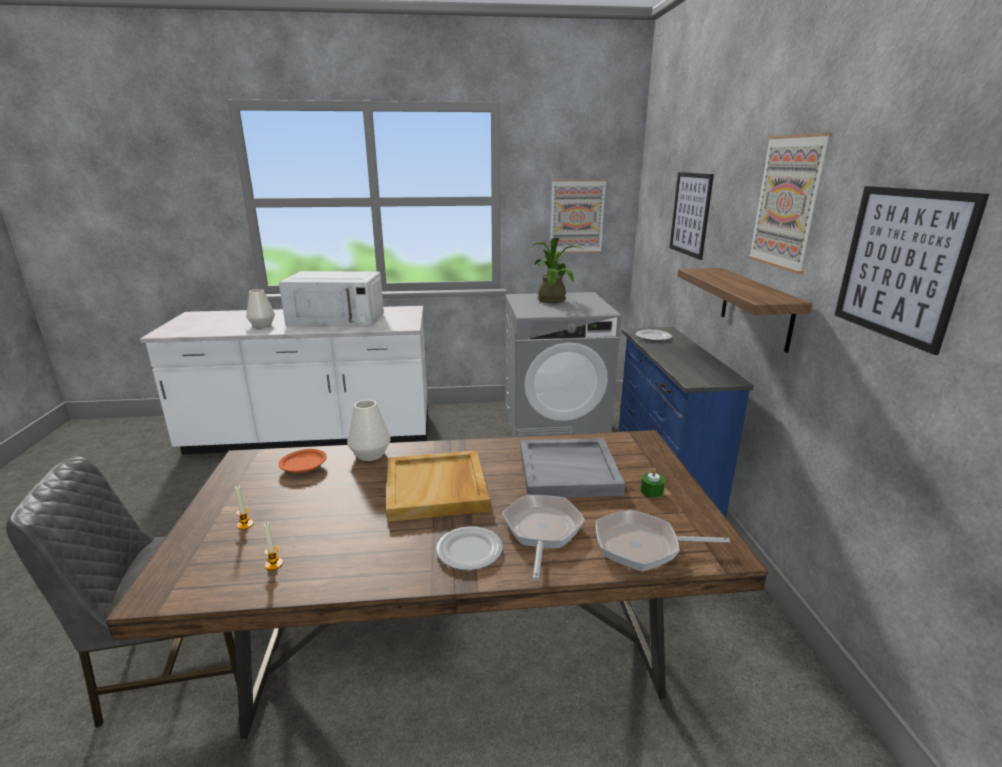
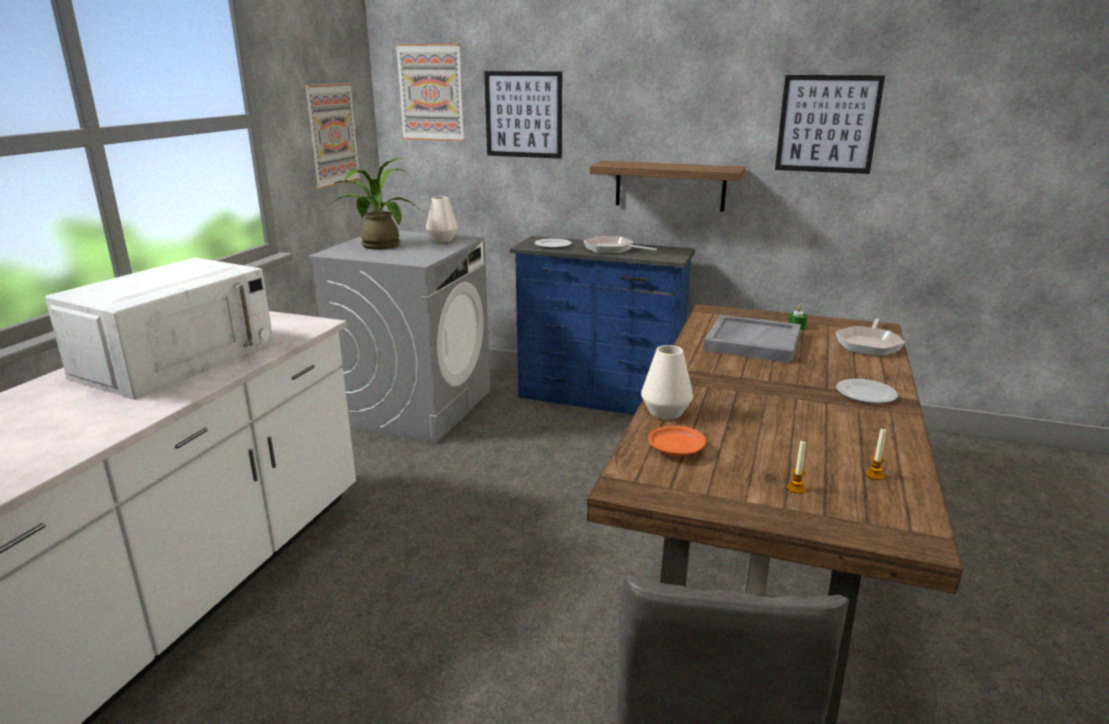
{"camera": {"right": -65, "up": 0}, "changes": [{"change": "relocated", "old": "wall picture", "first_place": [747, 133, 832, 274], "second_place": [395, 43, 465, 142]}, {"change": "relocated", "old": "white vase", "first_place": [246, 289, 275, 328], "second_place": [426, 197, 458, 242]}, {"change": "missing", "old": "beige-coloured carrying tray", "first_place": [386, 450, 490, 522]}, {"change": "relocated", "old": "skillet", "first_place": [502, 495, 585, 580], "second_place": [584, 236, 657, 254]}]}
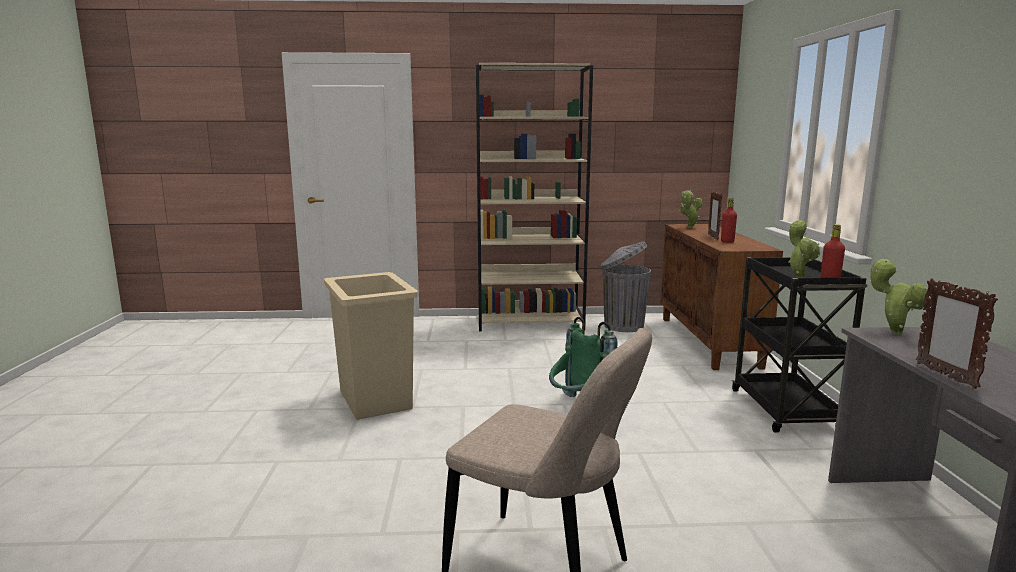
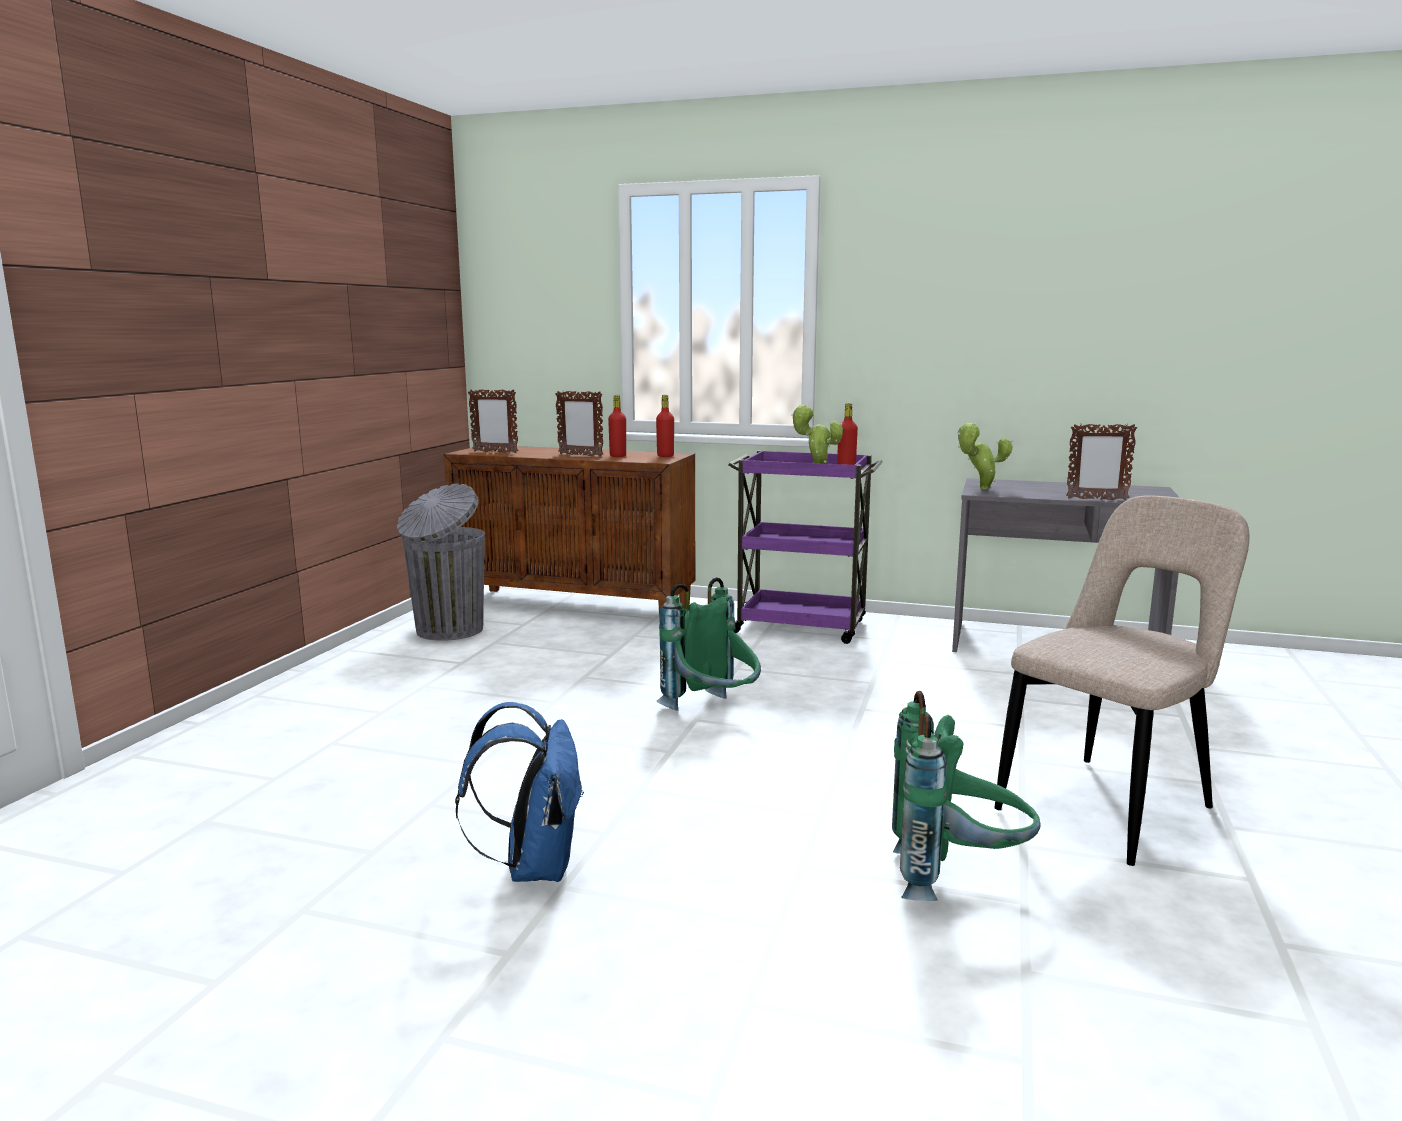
{"camera": {"right": -70, "up": 0}, "changes": [{"change": "missing", "old": "beige-coloured bookshelf", "first_place": [476, 63, 593, 331]}, {"change": "exchanged", "old": "plant in a pot", "new": "photo frame", "first_place": [679, 190, 702, 228], "second_place": [468, 389, 518, 453]}, {"change": "colour", "old": "black trolley", "new": "purple trolley", "first_place": [732, 257, 868, 432], "second_place": [729, 450, 883, 644]}, {"change": "exchanged", "old": "beige-coloured trash can", "new": "bluish knapsack", "first_place": [324, 272, 418, 420], "second_place": [455, 702, 584, 882]}, {"change": "appeared", "new": "red-coloured beverage bottle", "second_place": [656, 395, 674, 457]}, {"change": "appeared", "new": "greenish knapsack", "second_place": [892, 691, 1041, 901]}]}
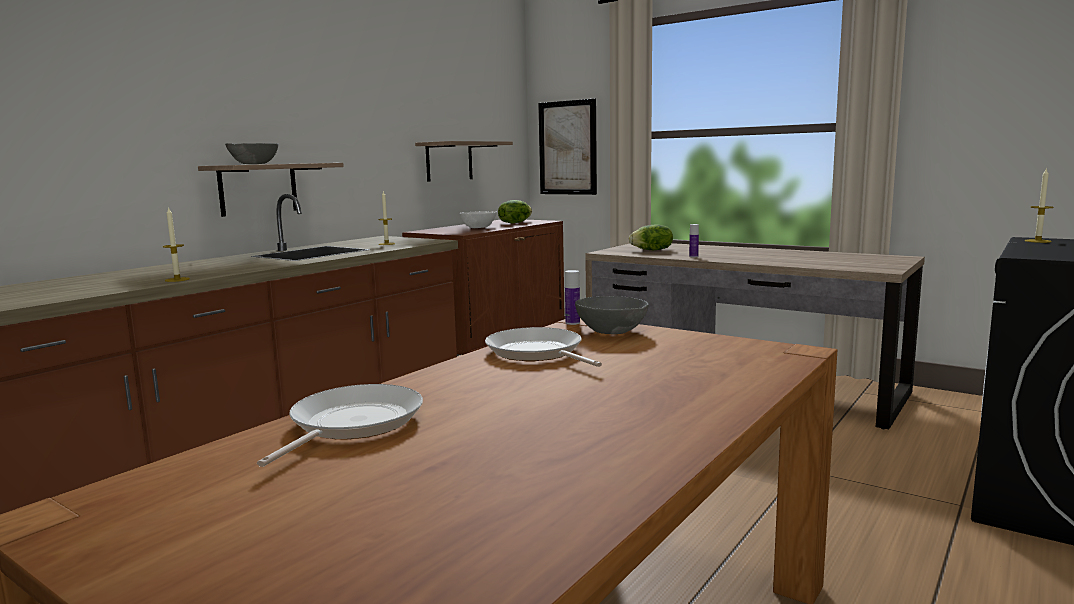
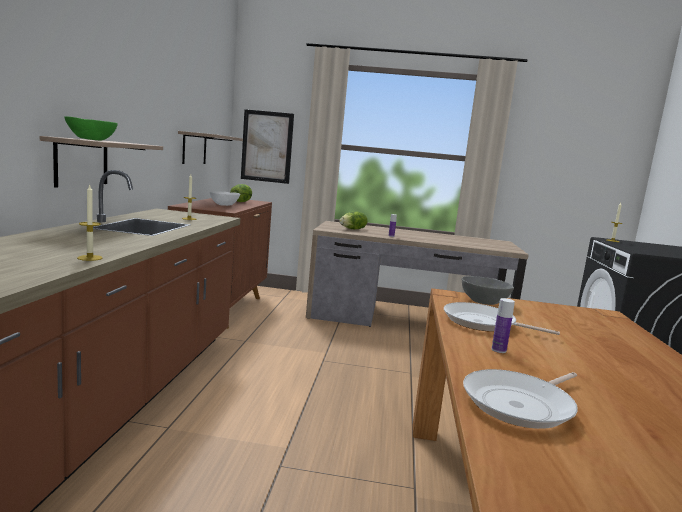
{"camera": {"right": -30, "up": 0}, "changes": [{"change": "colour", "old": "grey serving bowl", "new": "greenish serving bowl", "first_place": [225, 143, 278, 164], "second_place": [64, 116, 118, 140]}, {"change": "relocated", "old": "beverage bottle", "first_place": [565, 270, 580, 325], "second_place": [492, 298, 515, 353]}, {"change": "spun", "old": "skillet", "first_place": [257, 384, 423, 467], "second_place": [463, 369, 578, 429], "degrees": -120}]}
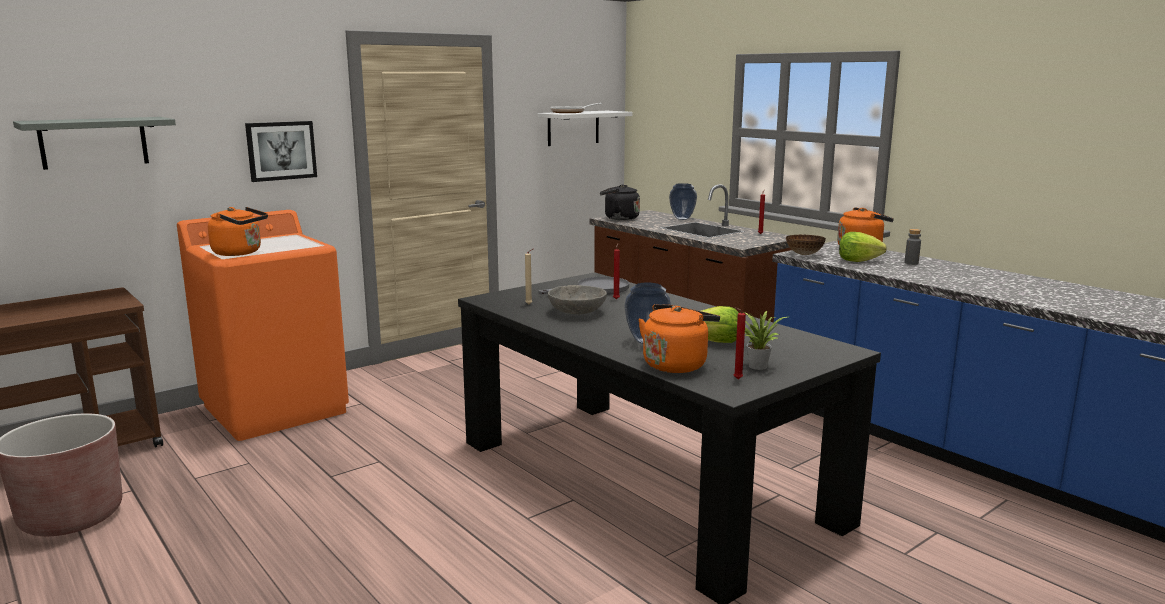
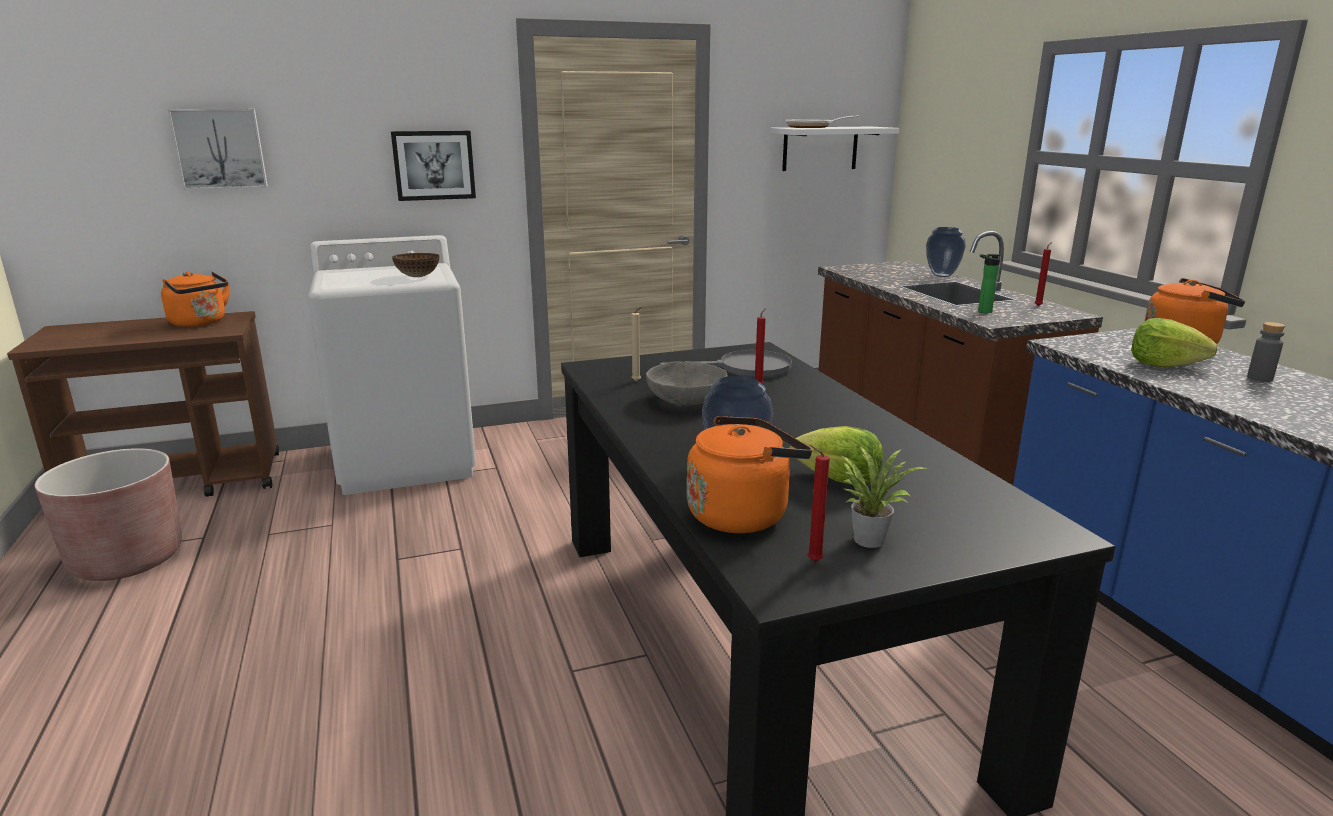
{"camera": {"right": 20, "up": 5}, "changes": [{"change": "exchanged", "old": "grey wall shelf", "new": "wall picture", "first_place": [13, 117, 176, 170], "second_place": [168, 109, 268, 190]}, {"change": "missing", "old": "black kettle", "first_place": [600, 184, 640, 220]}, {"change": "relocated", "old": "orange-coloured kettle", "first_place": [208, 207, 268, 256], "second_place": [161, 271, 230, 327]}, {"change": "colour", "old": "orange-coloured washing machine", "new": "white washing machine", "first_place": [177, 210, 349, 441], "second_place": [307, 235, 476, 495]}, {"change": "relocated", "old": "serving bowl", "first_place": [786, 235, 826, 255], "second_place": [392, 253, 439, 277]}, {"change": "appeared", "new": "beverage bottle", "second_place": [978, 254, 1001, 313]}]}
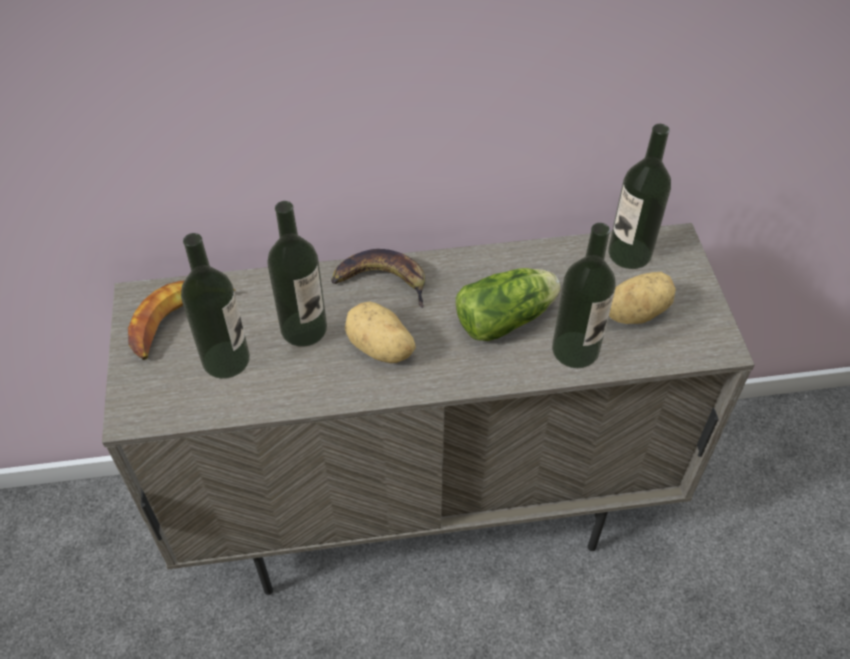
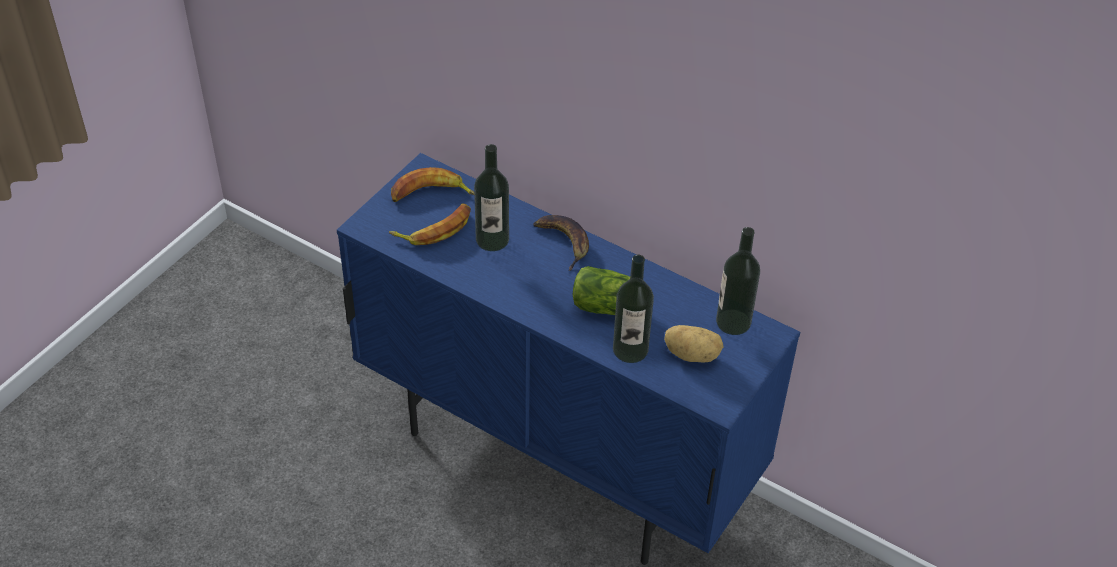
{"camera": {"right": 40, "up": -5}, "changes": [{"change": "colour", "old": "beige-coloured cabinet", "new": "bluish cabinet", "first_place": [102, 223, 755, 595], "second_place": [337, 153, 800, 565]}, {"change": "exchanged", "old": "beverage bottle", "new": "banana fruit", "first_place": [181, 233, 250, 379], "second_place": [389, 203, 471, 245]}, {"change": "missing", "old": "potato", "first_place": [345, 301, 416, 363]}]}
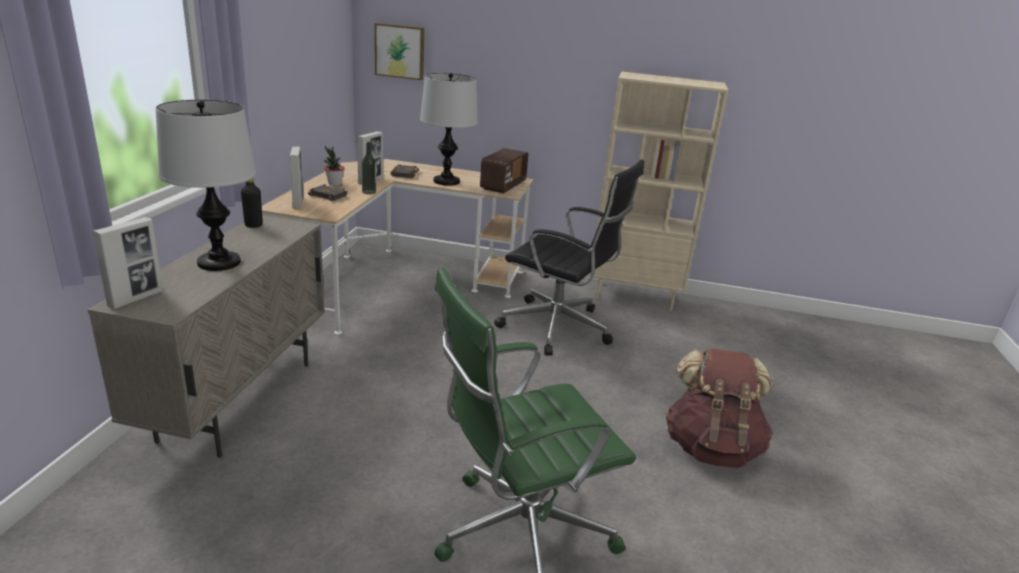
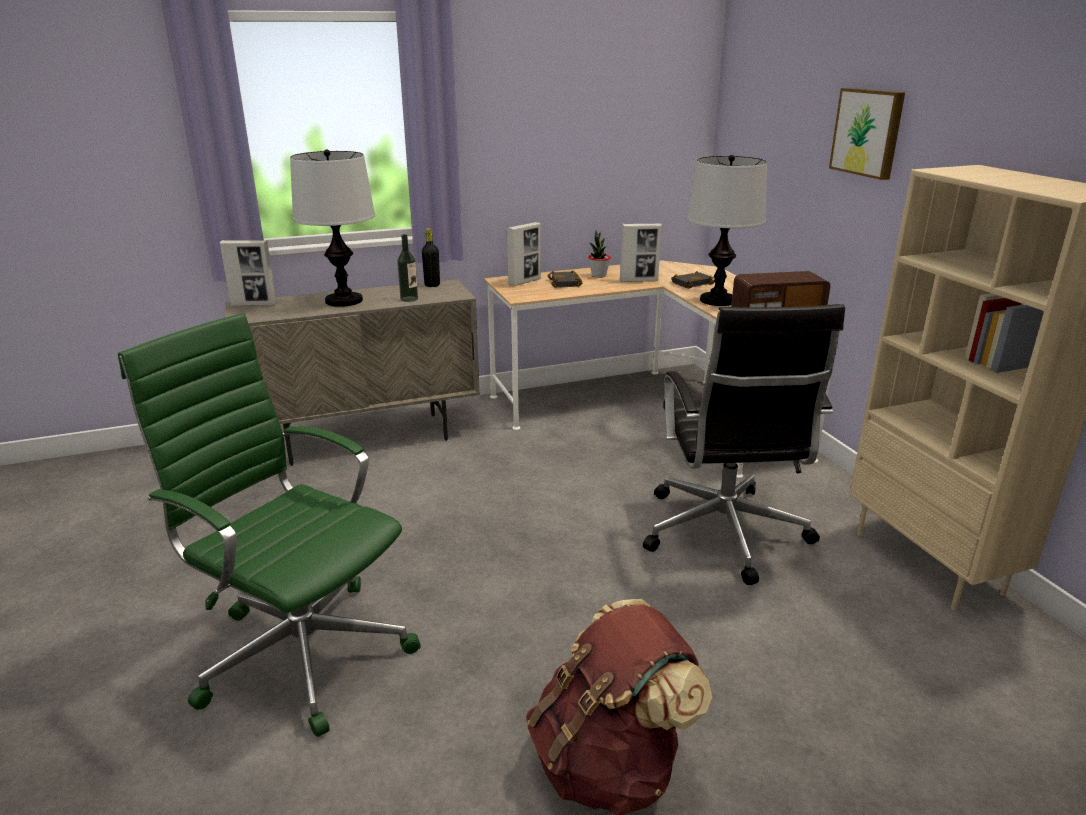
{"camera": {"right": 60, "up": 0}, "changes": [{"change": "relocated", "old": "wall picture", "first_place": [375, 23, 424, 80], "second_place": [829, 88, 905, 180]}, {"change": "relocated", "old": "beverage bottle", "first_place": [362, 142, 376, 194], "second_place": [397, 234, 418, 302]}]}
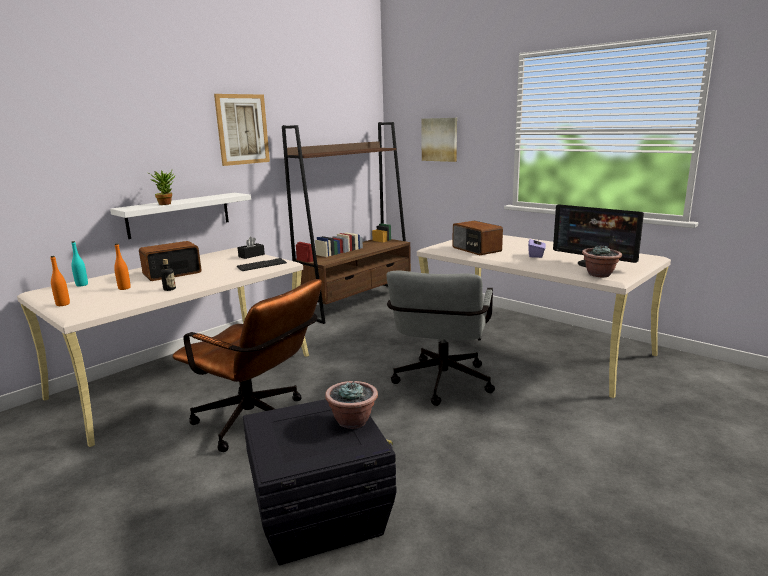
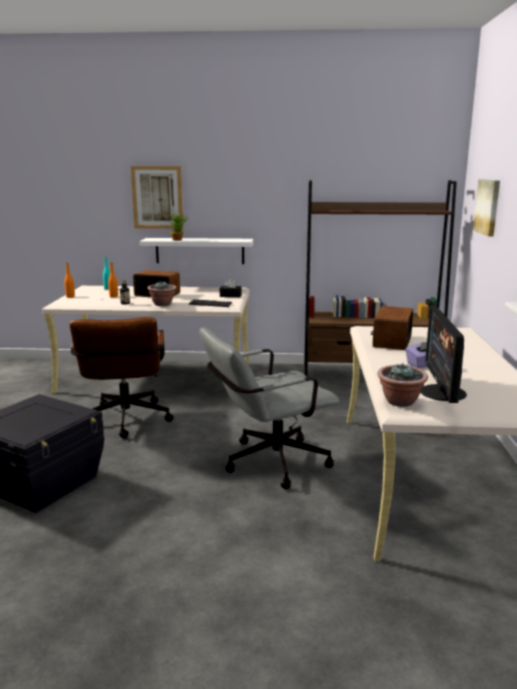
{"camera": {"right": 50, "up": 0}, "changes": [{"change": "relocated", "old": "wall picture", "first_place": [214, 94, 270, 166], "second_place": [131, 166, 183, 229]}, {"change": "relocated", "old": "plant in a pot", "first_place": [325, 381, 378, 429], "second_place": [147, 281, 177, 306]}]}
